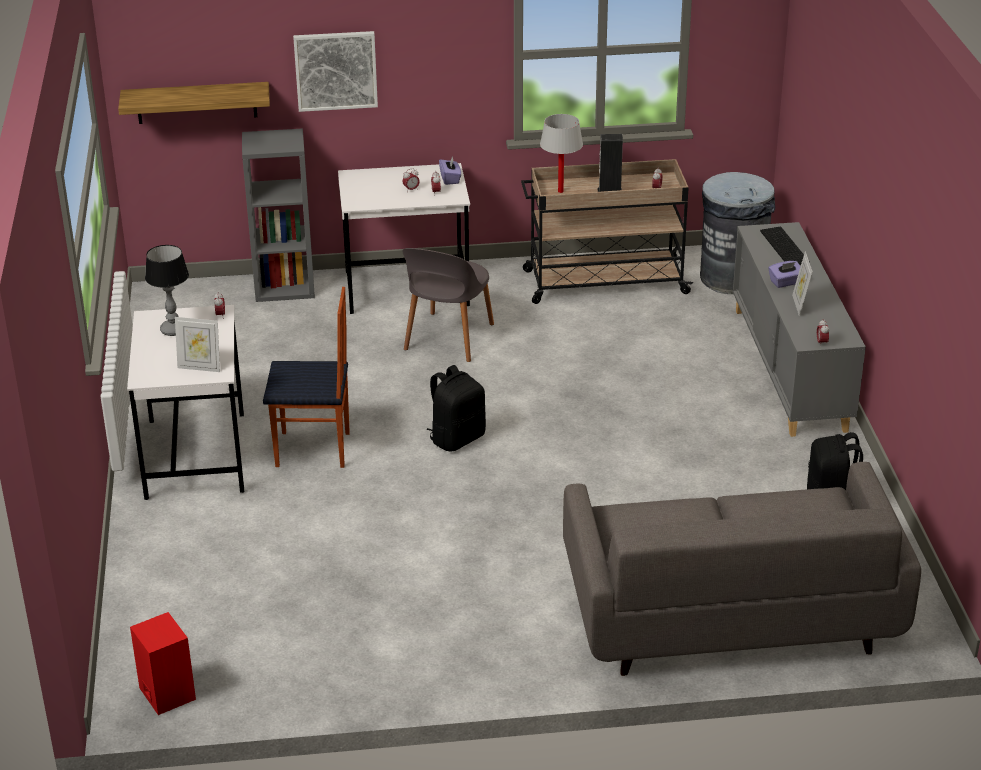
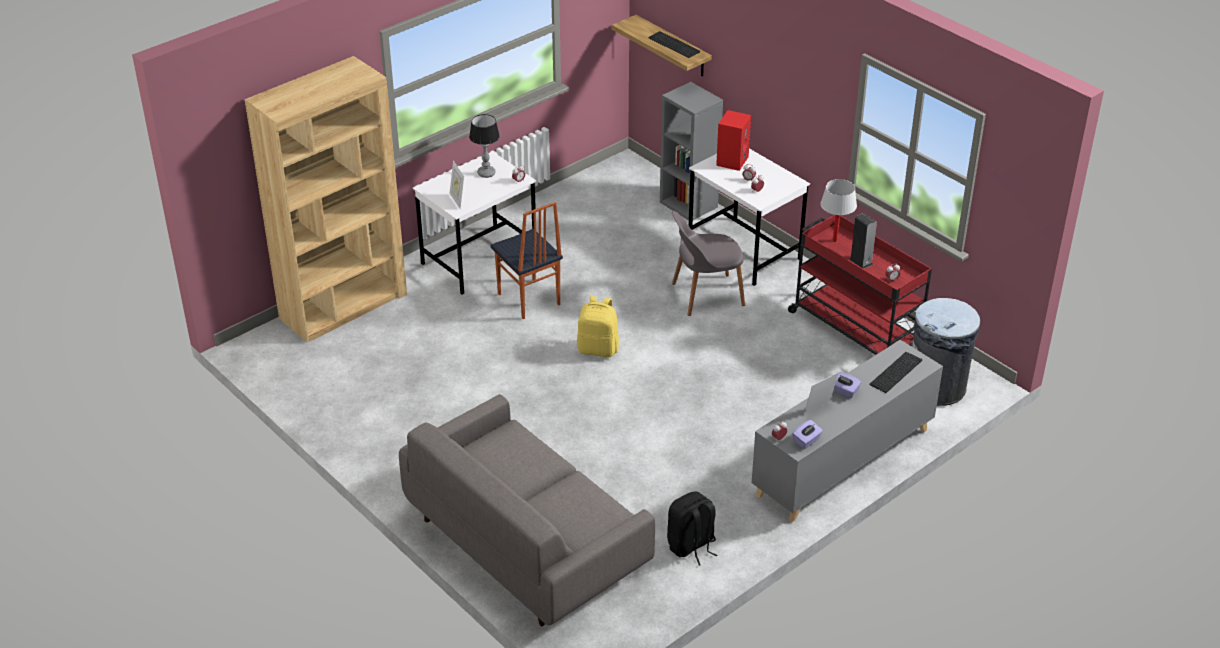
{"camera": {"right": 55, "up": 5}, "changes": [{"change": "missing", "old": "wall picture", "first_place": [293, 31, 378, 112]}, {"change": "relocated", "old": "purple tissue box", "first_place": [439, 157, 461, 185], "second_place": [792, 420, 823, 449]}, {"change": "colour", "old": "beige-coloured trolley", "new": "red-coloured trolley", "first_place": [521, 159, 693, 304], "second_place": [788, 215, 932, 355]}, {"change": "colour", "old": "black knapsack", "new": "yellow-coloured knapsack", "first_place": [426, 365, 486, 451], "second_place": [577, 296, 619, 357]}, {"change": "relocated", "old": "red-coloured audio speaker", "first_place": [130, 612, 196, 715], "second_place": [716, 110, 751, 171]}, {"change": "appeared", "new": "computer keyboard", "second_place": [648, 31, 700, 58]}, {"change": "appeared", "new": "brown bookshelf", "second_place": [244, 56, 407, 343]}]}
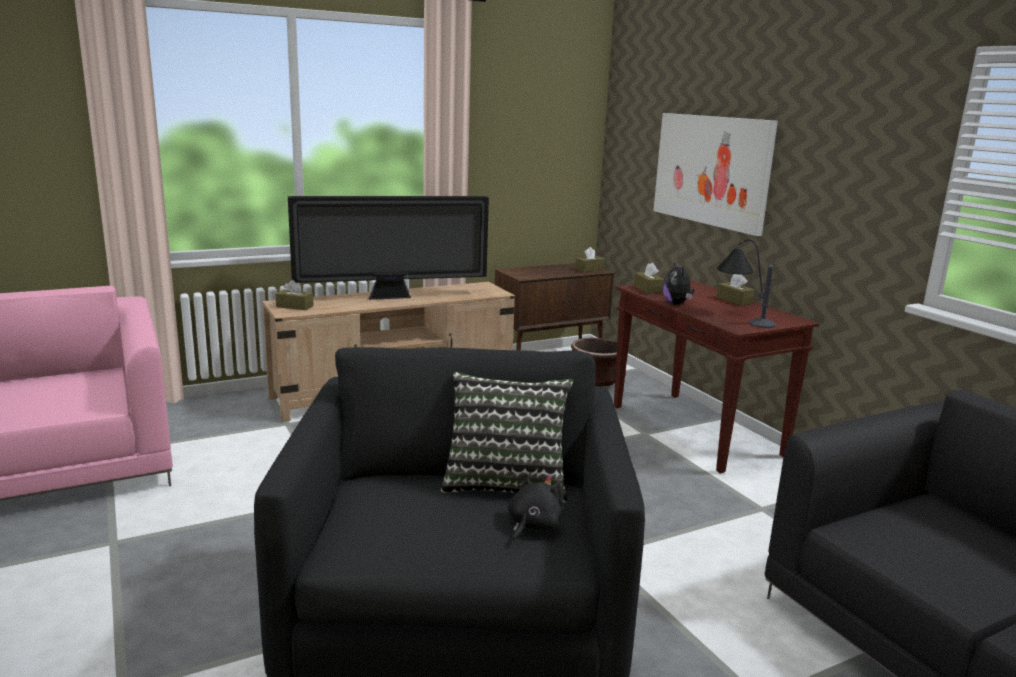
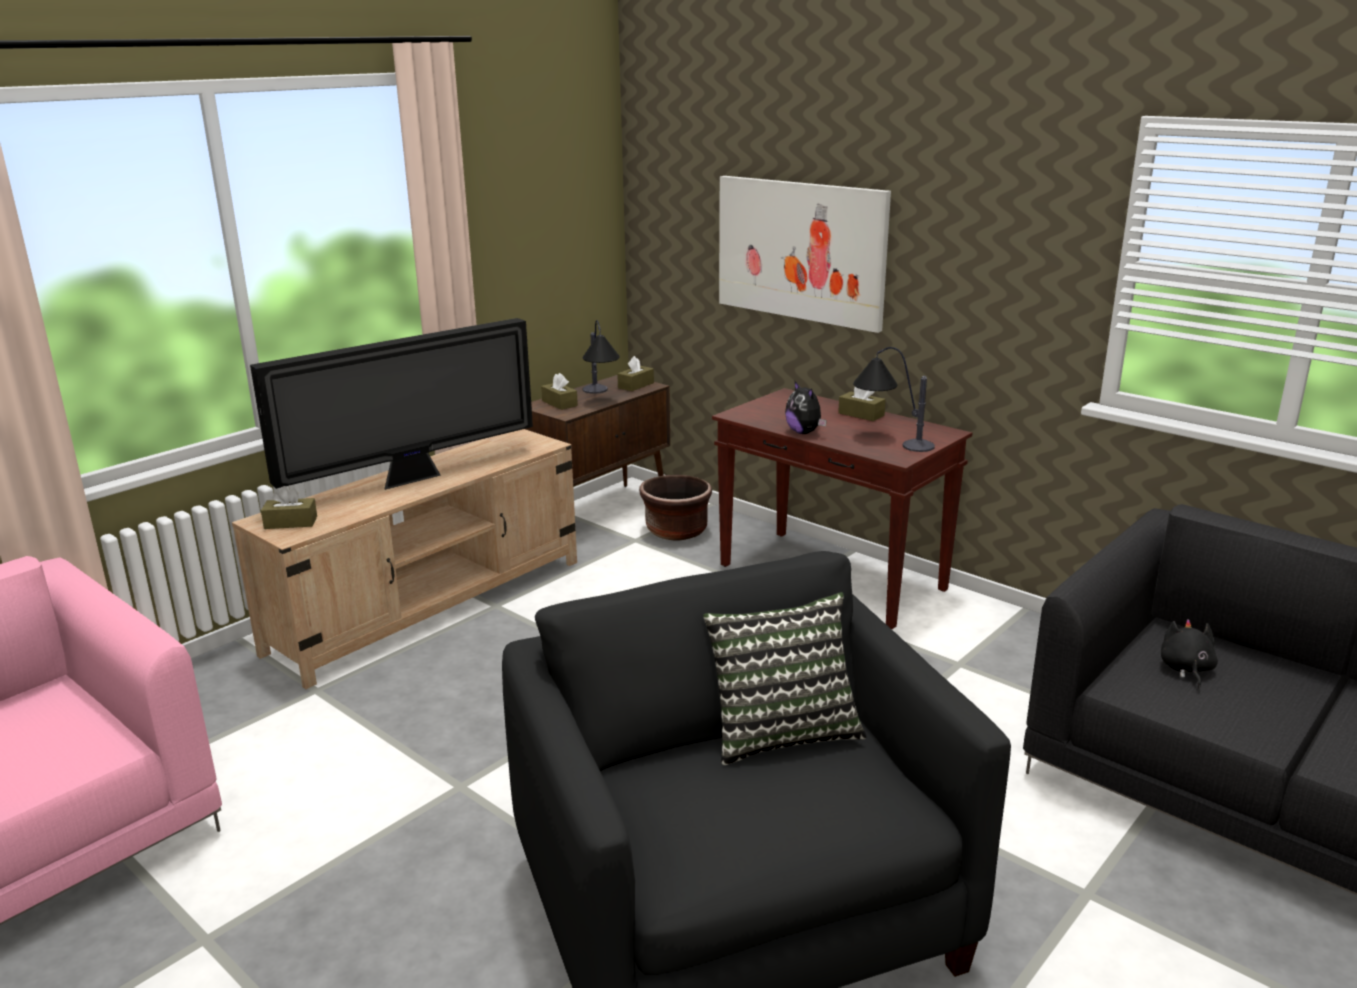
{"camera": {"right": -20, "up": 5}, "changes": [{"change": "relocated", "old": "brown tissue box", "first_place": [634, 263, 664, 294], "second_place": [541, 373, 578, 410]}, {"change": "relocated", "old": "black soft toy", "first_place": [508, 472, 564, 543], "second_place": [1161, 619, 1218, 688]}, {"change": "appeared", "new": "lamp for a table", "second_place": [583, 320, 620, 394]}]}
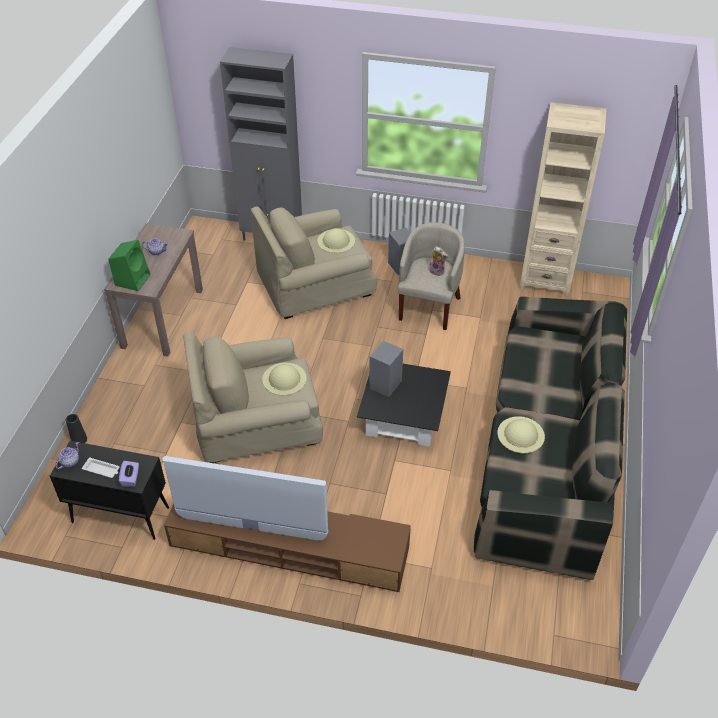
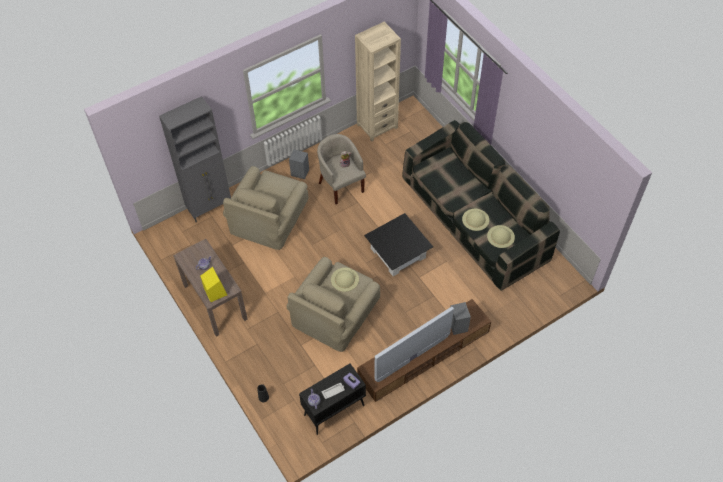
{"camera": {"right": -45, "up": 10}, "changes": [{"change": "relocated", "old": "beige-coloured hat", "first_place": [317, 228, 355, 253], "second_place": [487, 225, 515, 248]}, {"change": "colour", "old": "greenish audio speaker", "new": "yellow-coloured audio speaker", "first_place": [108, 240, 151, 291], "second_place": [200, 267, 227, 302]}, {"change": "relocated", "old": "grey audio speaker", "first_place": [369, 341, 403, 397], "second_place": [450, 302, 471, 335]}]}
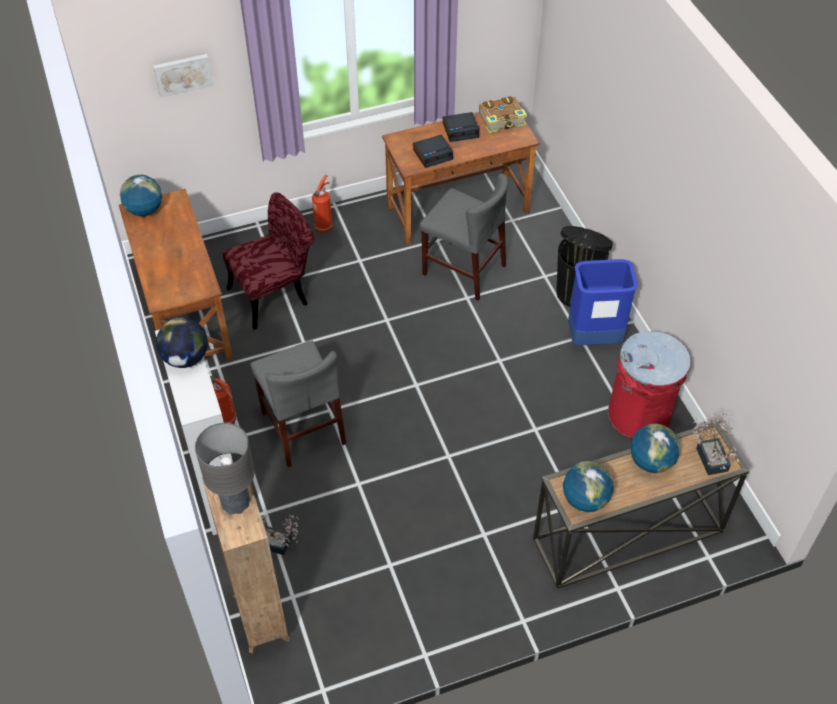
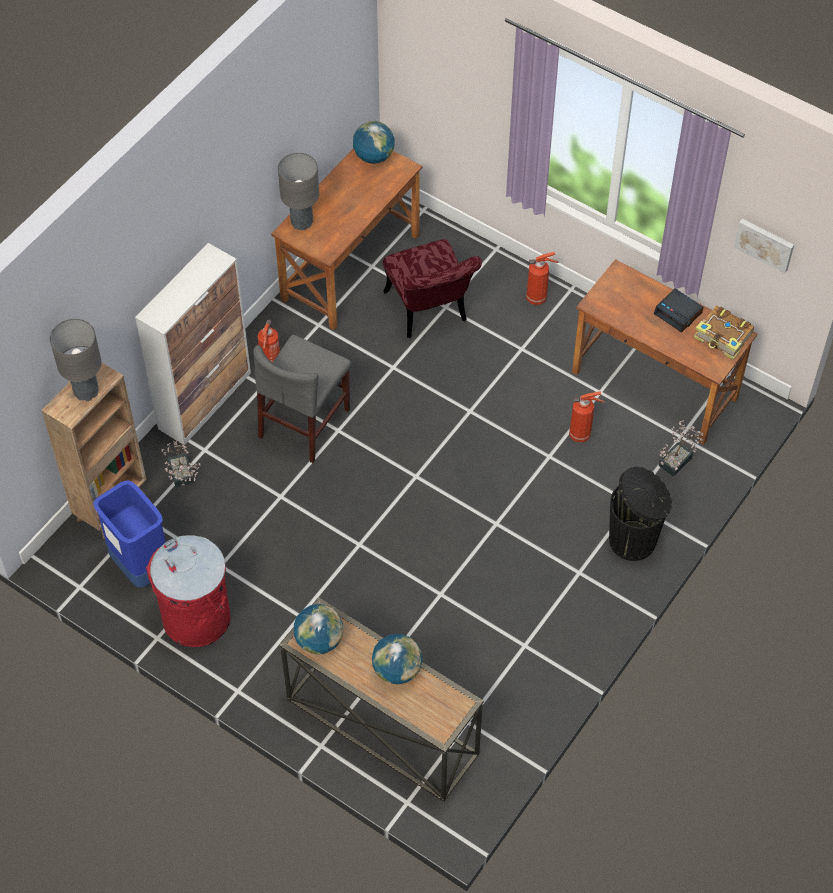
{"camera": {"right": 55, "up": 5}, "changes": [{"change": "relocated", "old": "wall picture", "first_place": [153, 54, 213, 98], "second_place": [734, 219, 794, 273]}, {"change": "missing", "old": "bedside clock", "first_place": [413, 135, 453, 168]}, {"change": "exchanged", "old": "grey upright chair", "new": "fire extinguisher", "first_place": [420, 174, 508, 301], "second_place": [569, 391, 605, 442]}, {"change": "spun", "old": "red-coloured upright chair", "first_place": [223, 192, 315, 330], "second_place": [383, 239, 482, 338], "degrees": 45}, {"change": "relocated", "old": "bluish trash can", "first_place": [568, 259, 638, 345], "second_place": [93, 480, 166, 588]}, {"change": "missing", "old": "world globe", "first_place": [156, 317, 208, 368]}, {"change": "relocated", "old": "red-coloured trash can", "first_place": [608, 331, 691, 439], "second_place": [146, 535, 230, 647]}, {"change": "relocated", "old": "plant in a pot", "first_place": [692, 413, 740, 475], "second_place": [658, 420, 703, 477]}, {"change": "appeared", "new": "grey lamp for a table", "second_place": [278, 153, 319, 230]}]}
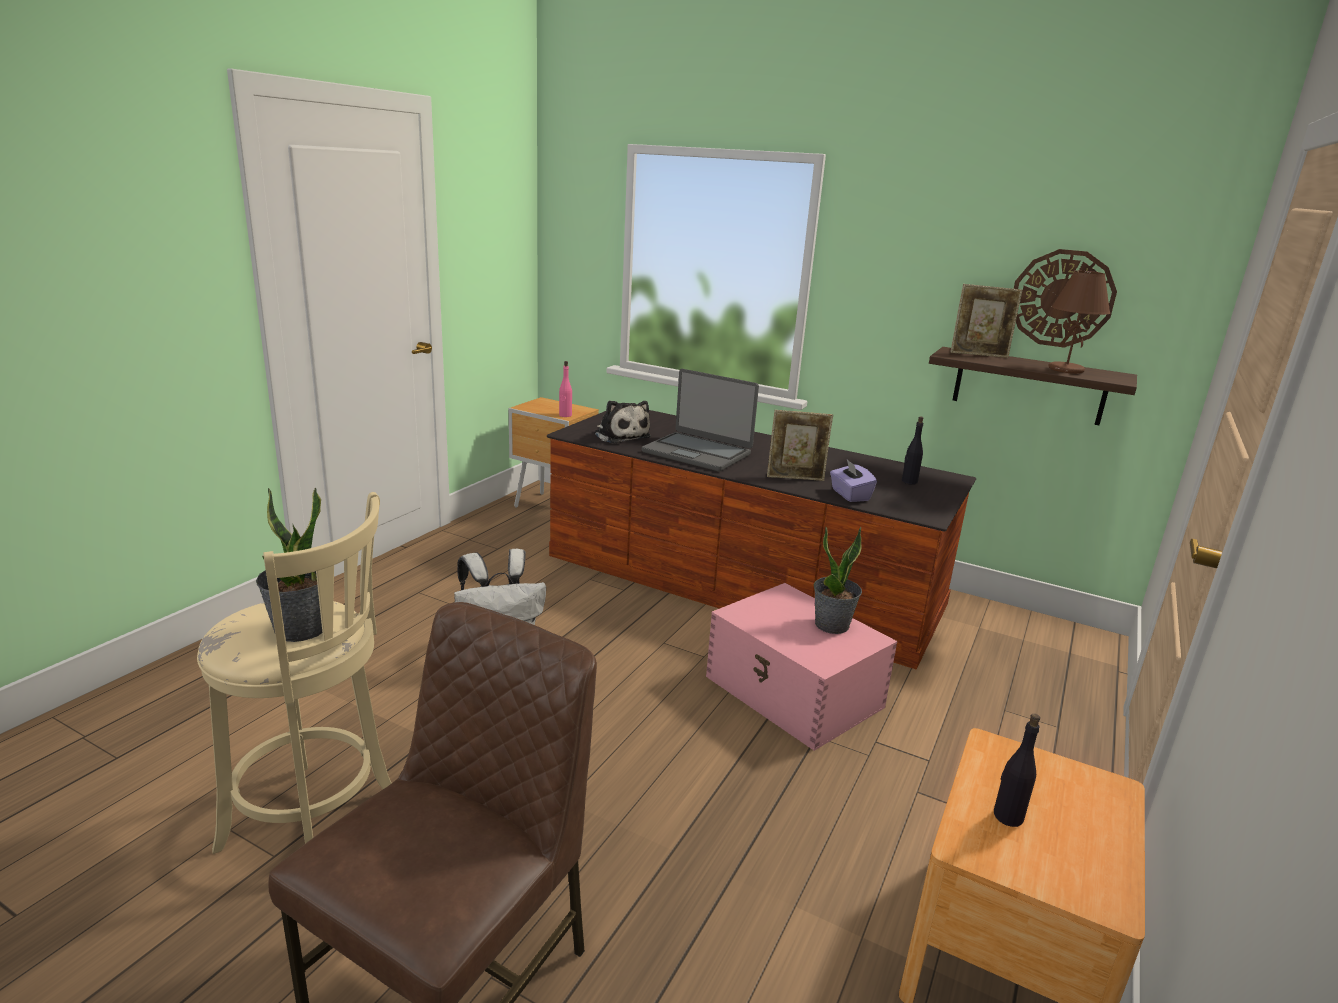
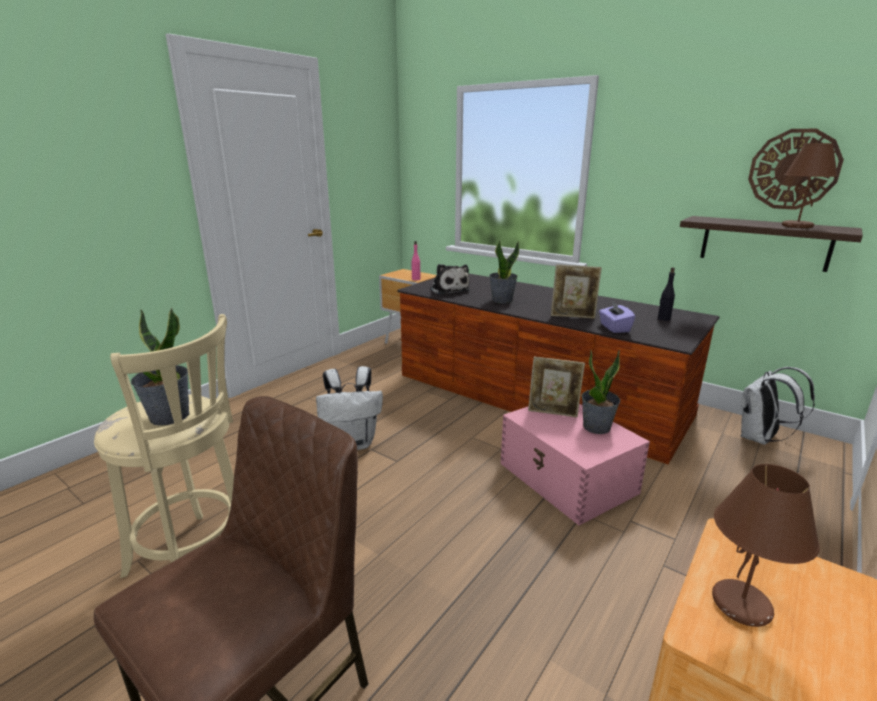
{"camera": {"right": 10, "up": 0}, "changes": [{"change": "relocated", "old": "photo frame", "first_place": [950, 284, 1023, 358], "second_place": [528, 356, 585, 417]}, {"change": "exchanged", "old": "portable computer", "new": "plant in a pot", "first_place": [642, 369, 759, 471], "second_place": [489, 240, 519, 304]}, {"change": "exchanged", "old": "black beverage bottle", "new": "brown lamp for a table", "first_place": [994, 714, 1040, 827], "second_place": [712, 464, 820, 627]}, {"change": "appeared", "new": "white knapsack", "second_place": [741, 367, 815, 445]}]}
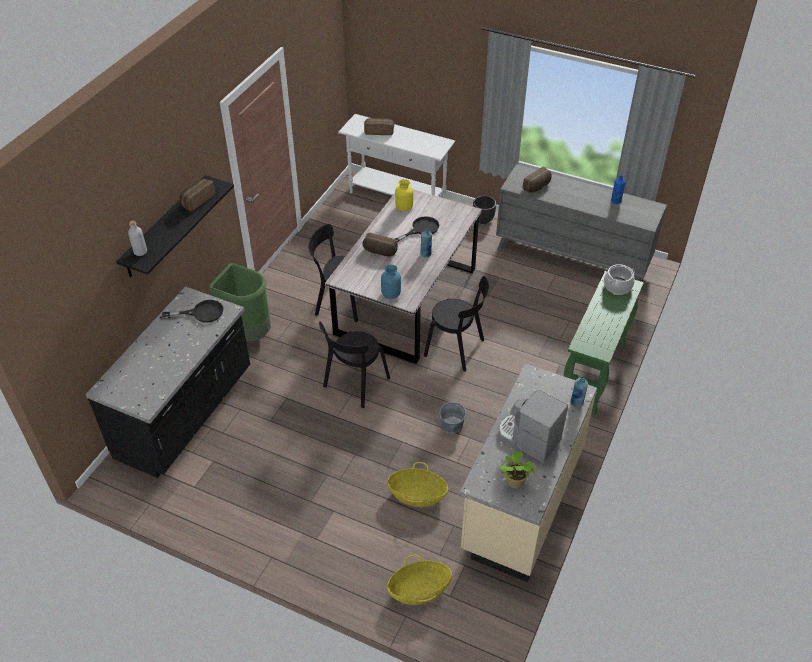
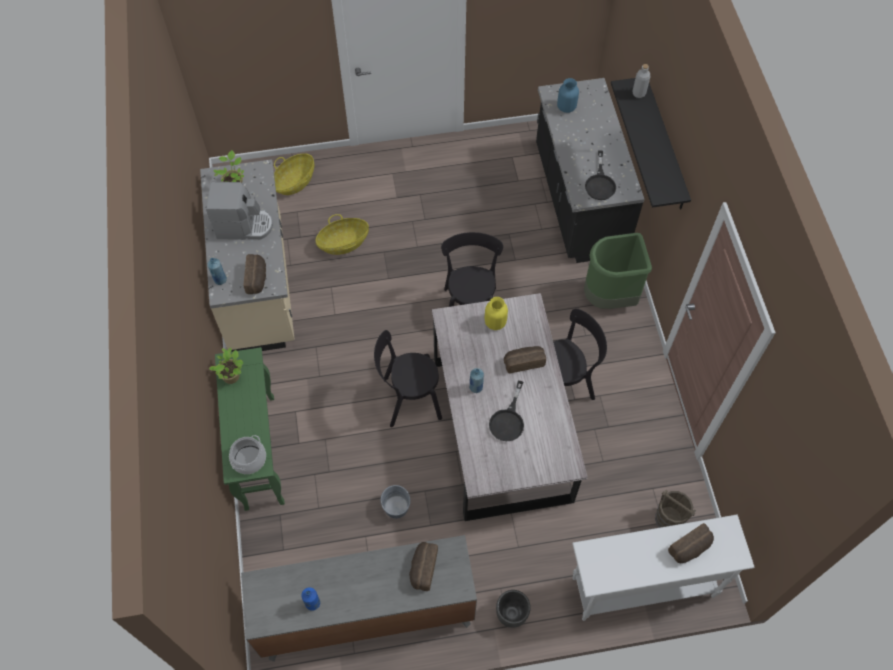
{"camera": {"right": 145, "up": 15}, "changes": [{"change": "relocated", "old": "bakery bread", "first_place": [179, 179, 215, 212], "second_place": [244, 254, 266, 294]}, {"change": "relocated", "old": "yellow-coloured vase", "first_place": [395, 179, 413, 211], "second_place": [485, 297, 508, 330]}, {"change": "relocated", "old": "bluish vase", "first_place": [381, 265, 401, 299], "second_place": [557, 78, 579, 113]}, {"change": "spun", "old": "black skillet", "first_place": [162, 300, 223, 323], "second_place": [585, 150, 616, 200], "degrees": -45}, {"change": "relocated", "old": "grey water bucket", "first_place": [439, 402, 466, 433], "second_place": [381, 485, 410, 519]}, {"change": "appeared", "new": "plant in a pot", "second_place": [209, 348, 243, 384]}, {"change": "appeared", "new": "brown water bucket", "second_place": [655, 490, 696, 528]}]}
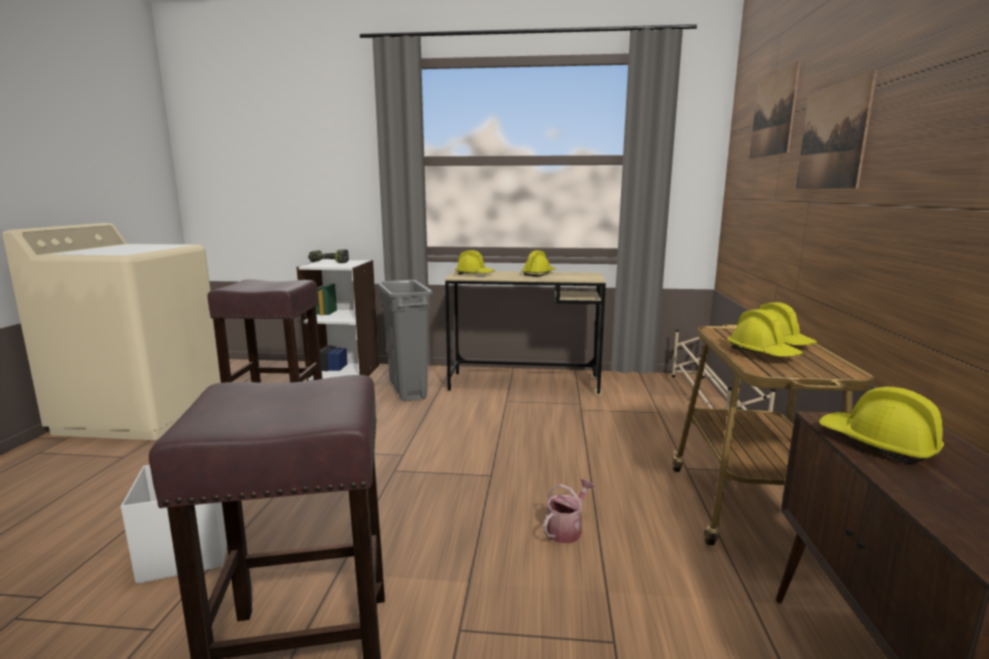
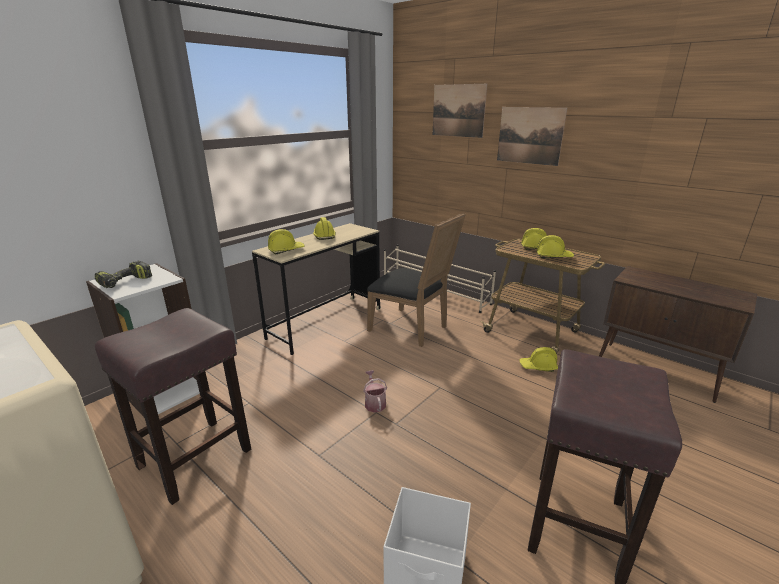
{"camera": {"right": -55, "up": 10}, "changes": [{"change": "missing", "old": "grey trash can", "first_place": [377, 280, 433, 402]}, {"change": "relocated", "old": "yellow-coloured safety helmet", "first_place": [819, 387, 944, 464], "second_place": [520, 347, 558, 372]}, {"change": "relocated", "old": "watering can", "first_place": [543, 479, 594, 543], "second_place": [363, 370, 387, 413]}, {"change": "appeared", "new": "black upright chair", "second_place": [367, 213, 466, 347]}]}
